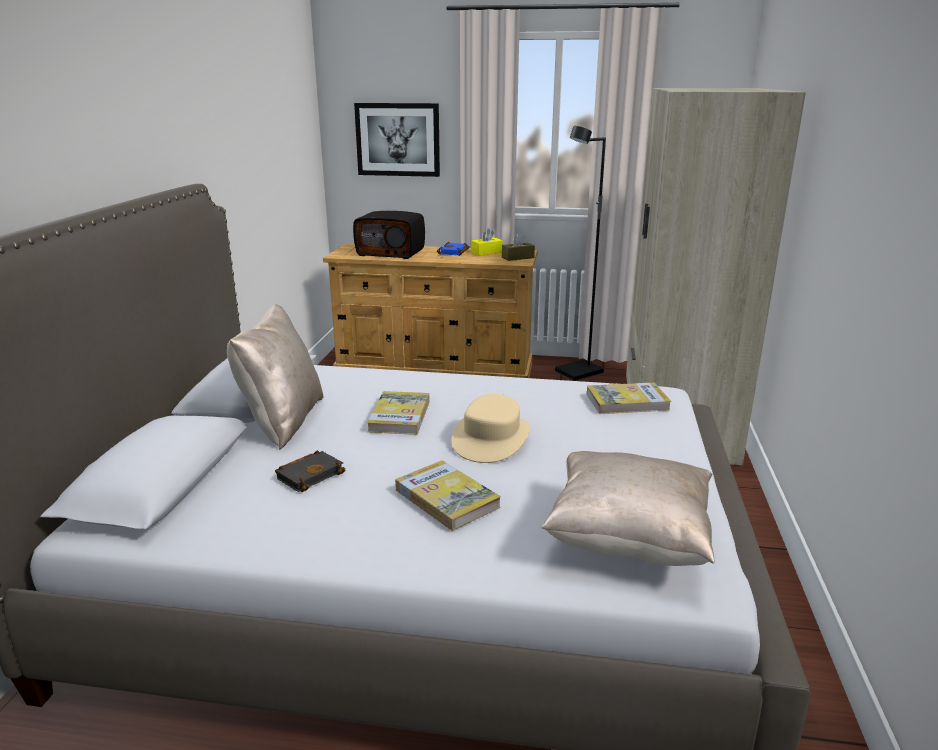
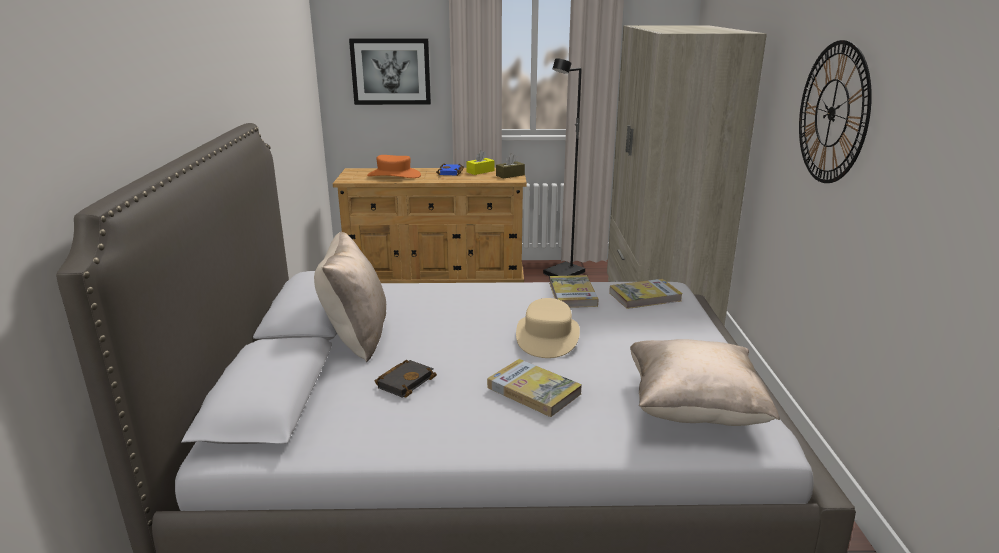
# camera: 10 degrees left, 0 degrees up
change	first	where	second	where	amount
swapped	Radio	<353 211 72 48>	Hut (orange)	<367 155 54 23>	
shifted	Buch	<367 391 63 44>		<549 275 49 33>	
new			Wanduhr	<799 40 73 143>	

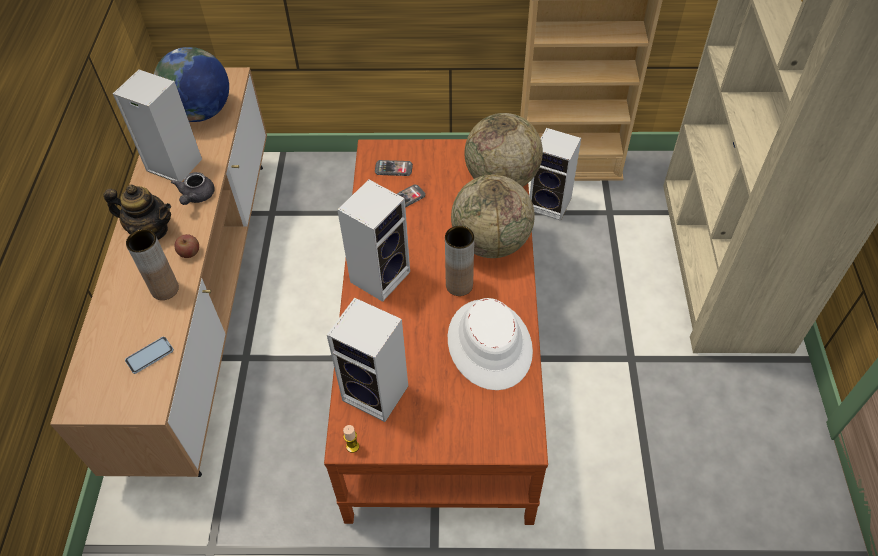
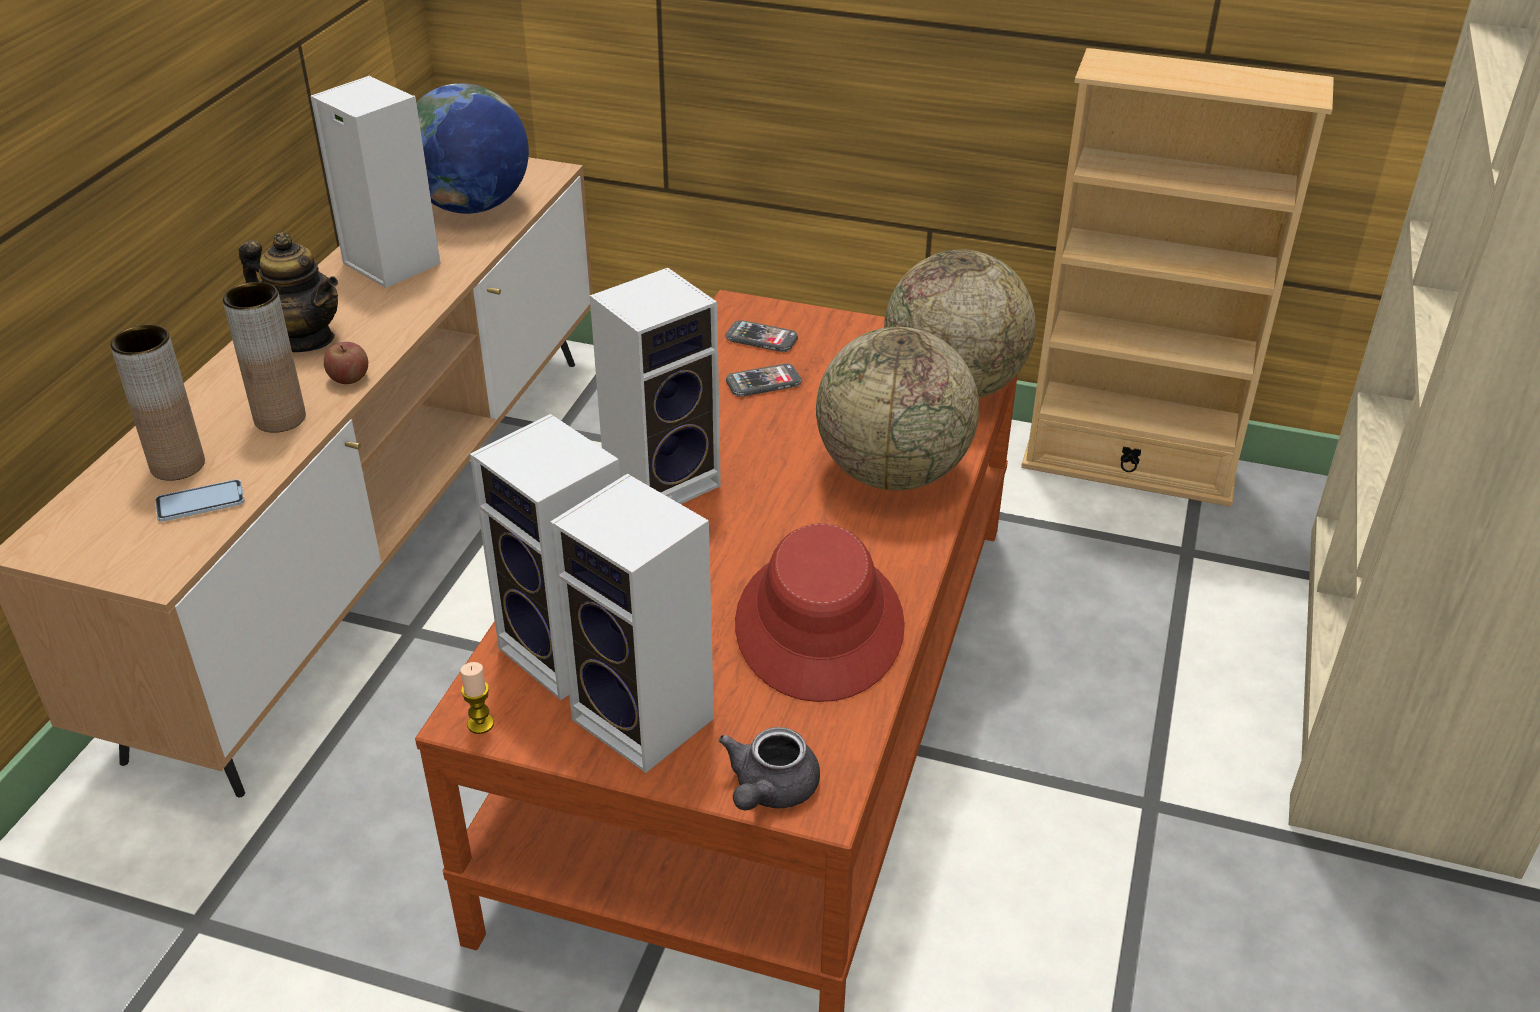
# camera: 15 degrees right, 15 degrees down
change	first	where	second	where	amount
shifted	Teekanne (grau)	<171 172 44 33>		<718 727 102 84>	
shifted	Vase (braun)	<445 226 29 70>		<110 325 95 156>	
repainted	Hut (weiß)	<448 298 85 92>	Hut (rot)	<735 523 170 179>	
shifted	Lautsprecher	<530 128 51 93>		<550 473 164 300>	

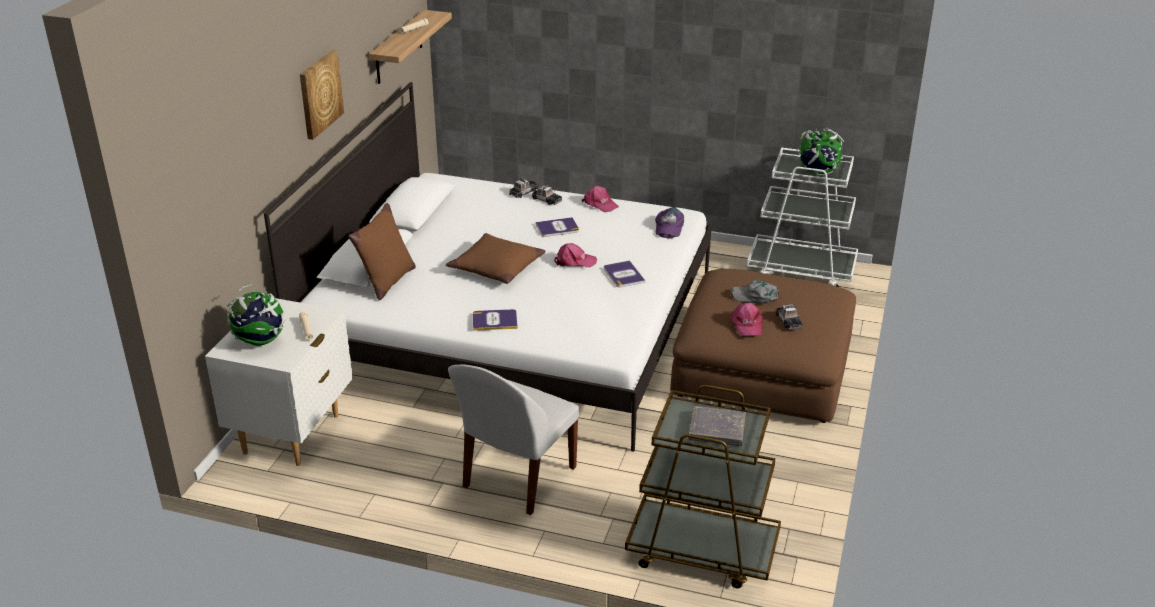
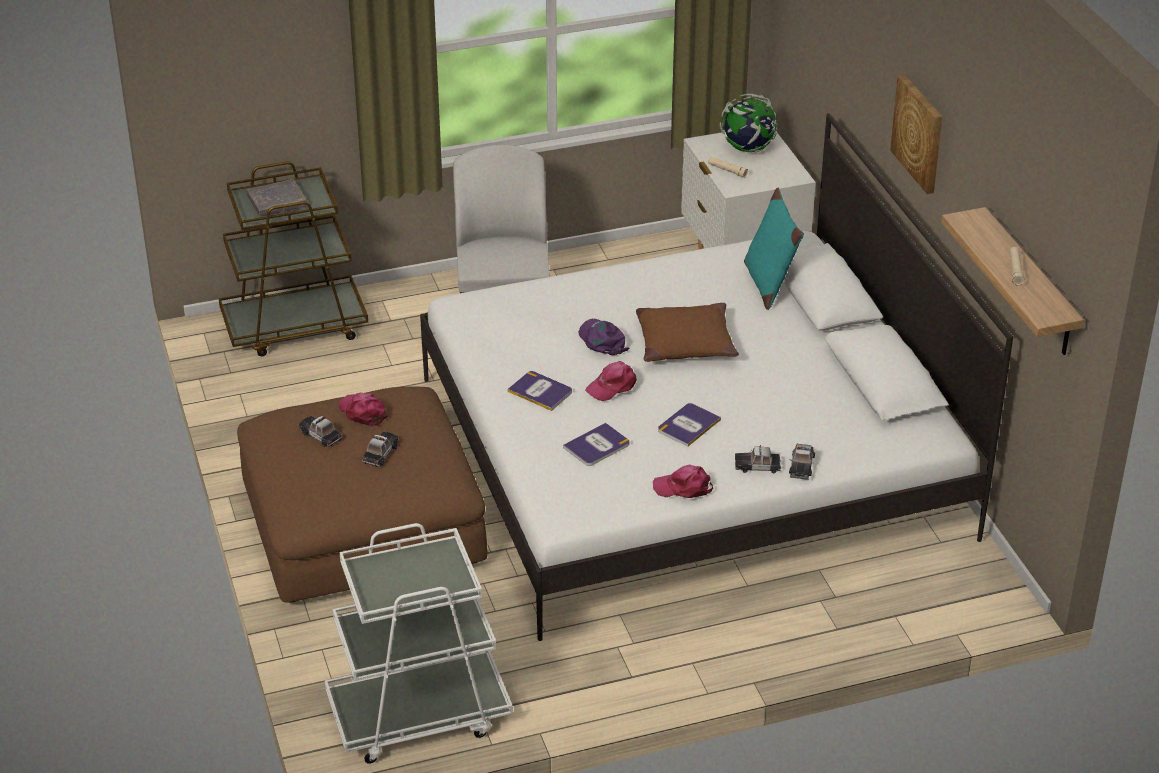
# camera: 145 degrees right, 5 degrees up
change	first	where	second	where	amount
repainted	Kissen (braun)	<348 203 68 97>	Kissen (türkis)	<744 187 60 123>	
shifted	Buch	<473 309 45 22>		<563 423 67 43>	
shifted	Kappe (lila)	<655 207 29 32>		<579 319 50 36>	
swapped	Kappe (grau)	<731 280 48 24>	Spielzeugauto	<362 432 37 35>	
gone	Globus	<796 128 48 48>			

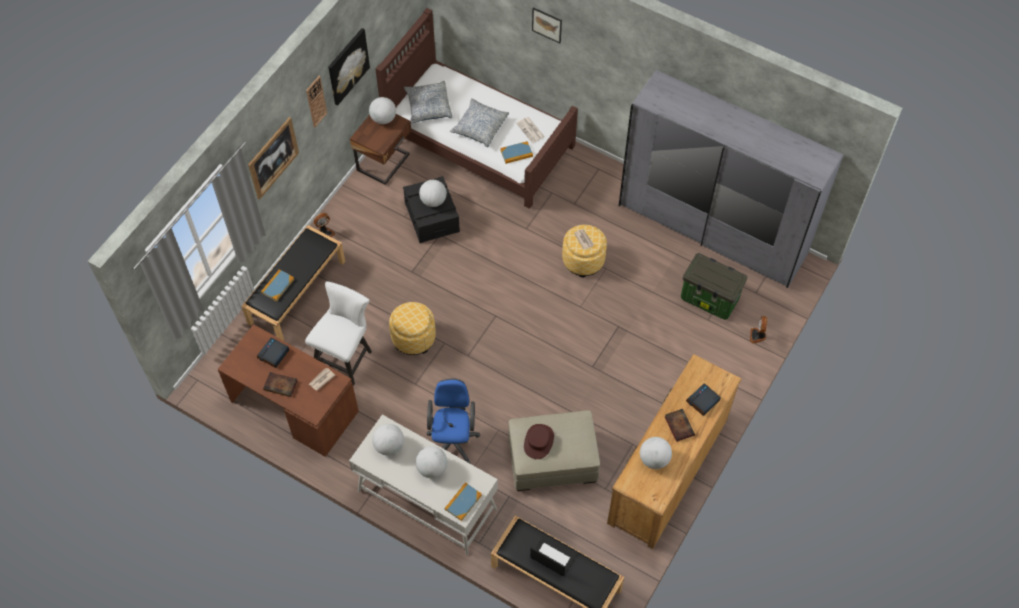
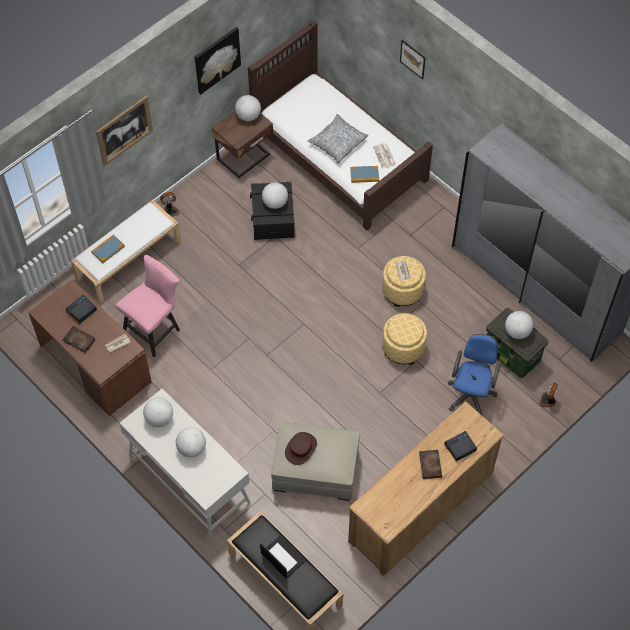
# camera: 15 degrees right, 0 degrees up
change	first	where	second	where	amount
repainted	Bank (schwarz)	<241 225 104 115>	Bank (weiß)	<71 200 110 103>	
repainted	Stuhl (weiß)	<305 281 67 105>	Stuhl (rosa)	<115 255 65 102>	
gone	Wanduhr	<306 76 21 51>			
shifted	Polsterhocker	<389 302 47 53>		<382 313 45 52>	
gone	Kissen	<404 81 48 42>			
shifted	Bürostuhl (blau)	<427 378 53 85>		<448 334 53 81>	
gone	Buch	<444 482 38 39>			
shifted	Globus	<640 437 32 32>		<505 311 29 28>	

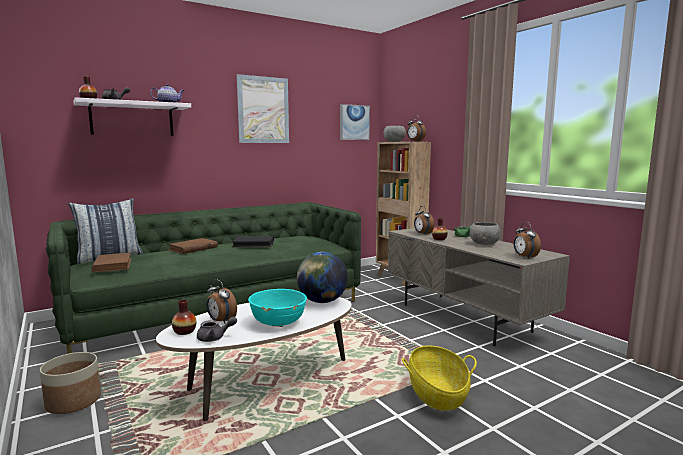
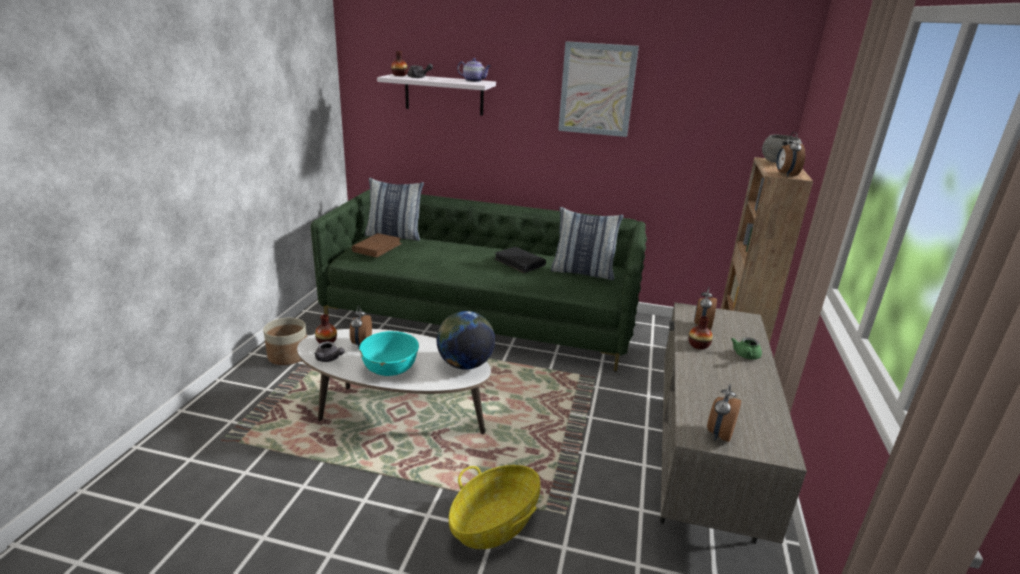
# camera: 45 degrees right, 15 degrees up
change	first	where	second	where	amount
gone	Buch (braun)	<168 238 50 16>			
gone	Bild	<340 104 30 36>			
gone	Schüssel (grau)	<470 222 31 23>			
new			Kissen	<551 207 73 73>	

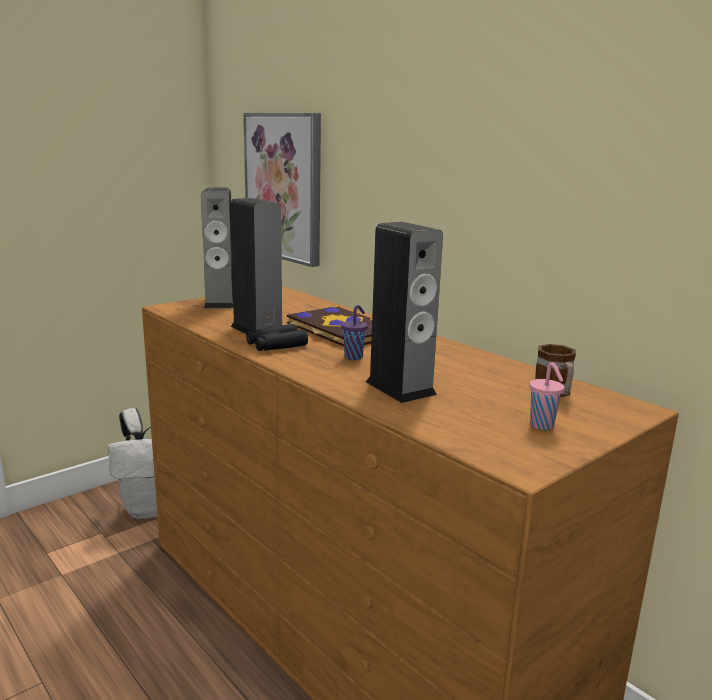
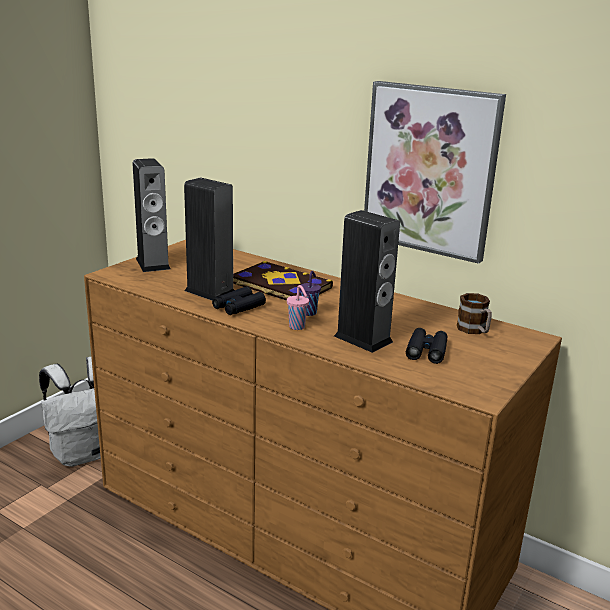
# camera: 15 degrees left, 5 degrees up
change	first	where	second	where	amount
shifted	Bild	<243 113 78 154>		<364 81 142 183>	
shifted	Tasse (rosa)	<529 363 35 67>		<287 285 22 45>	
new			Fernglas (schwarz)	<406 328 41 36>	

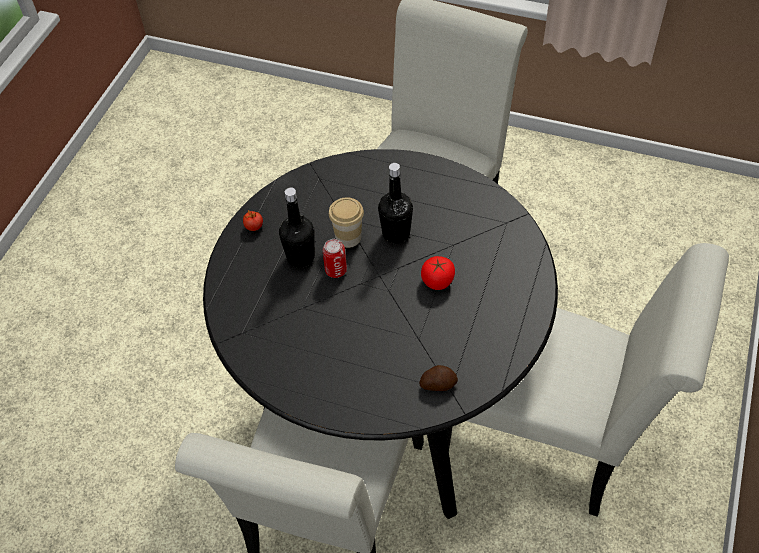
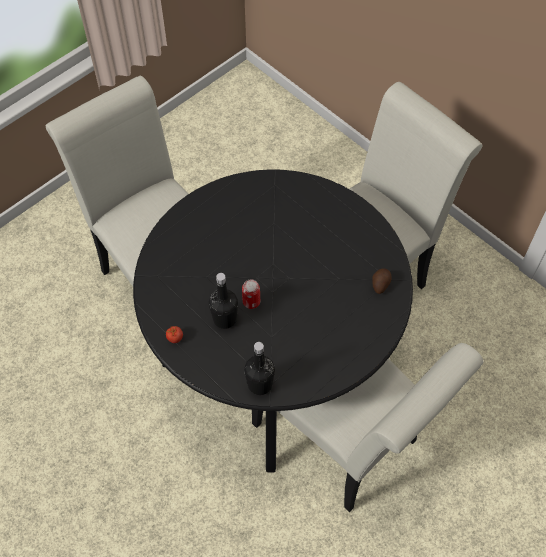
# camera: 65 degrees left, 5 degrees up
change	first	where	second	where	amount
gone	Tasse	<329 197 35 51>			
shifted	Flasche (schwarz)	<378 163 35 80>		<244 342 31 53>	
gone	Tomate	<421 256 34 34>			

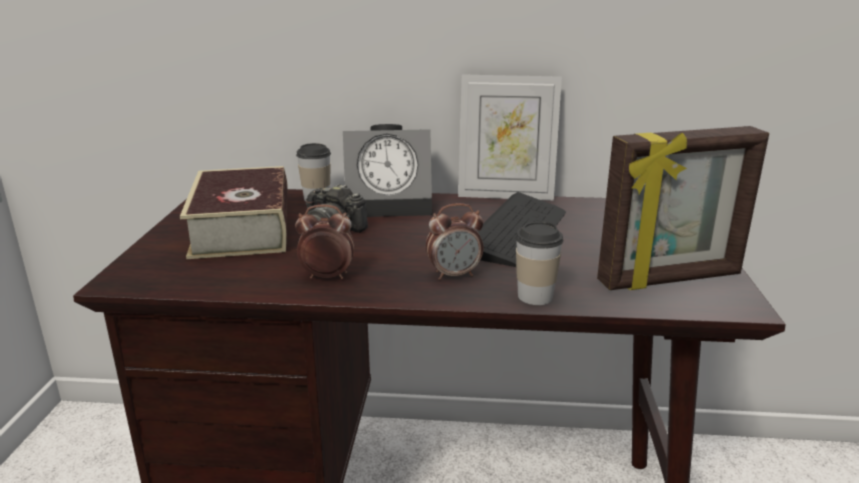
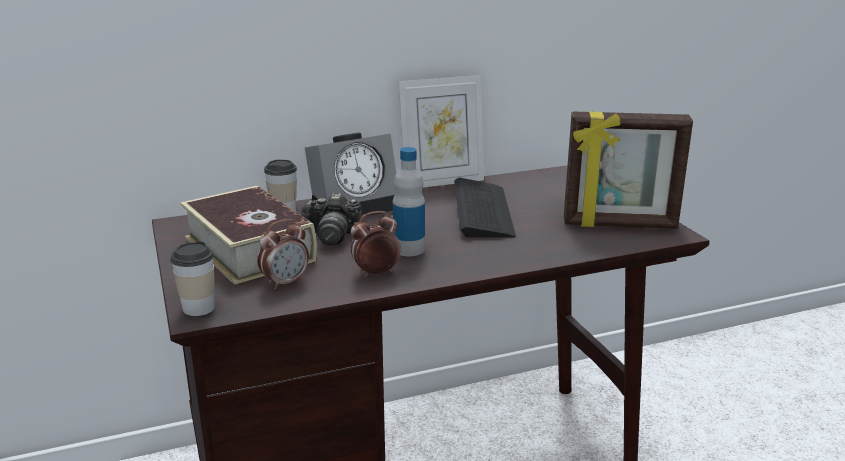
# camera: 25 degrees left, 0 degrees up
change	first	where	second	where	amount
shifted	Wecker	<426 203 57 77>		<257 219 52 71>	
shifted	Tasse	<515 222 48 83>		<170 241 45 75>	
rotated	Bilderrahmen	<597 126 172 164>		<564 112 129 117>	45 degrees clockwise
new			Flasche	<393 147 32 109>	

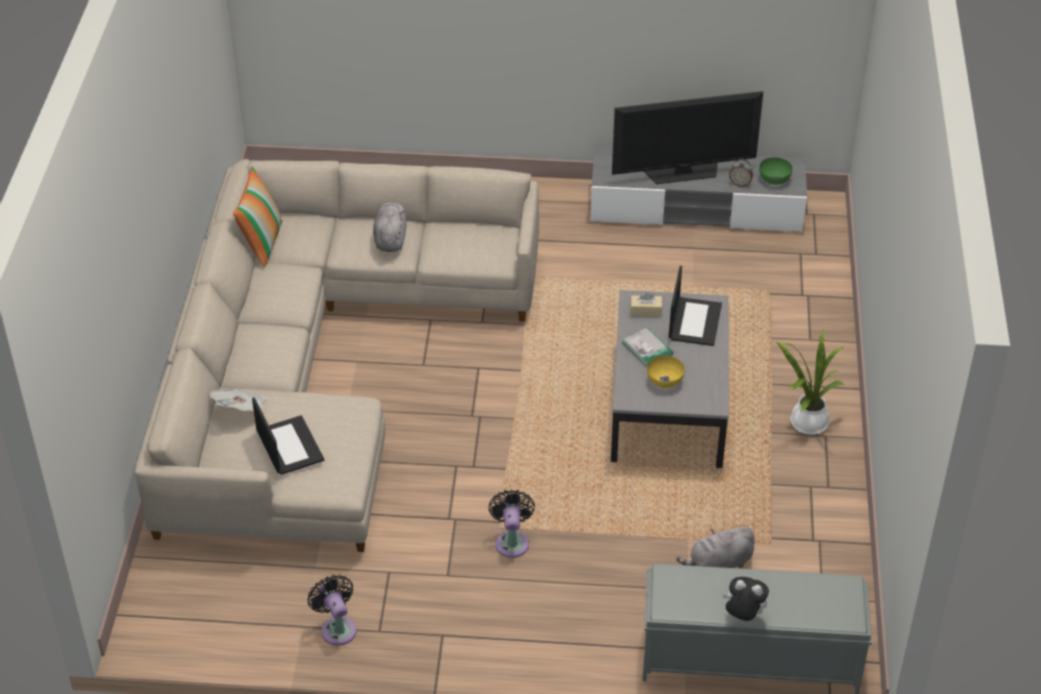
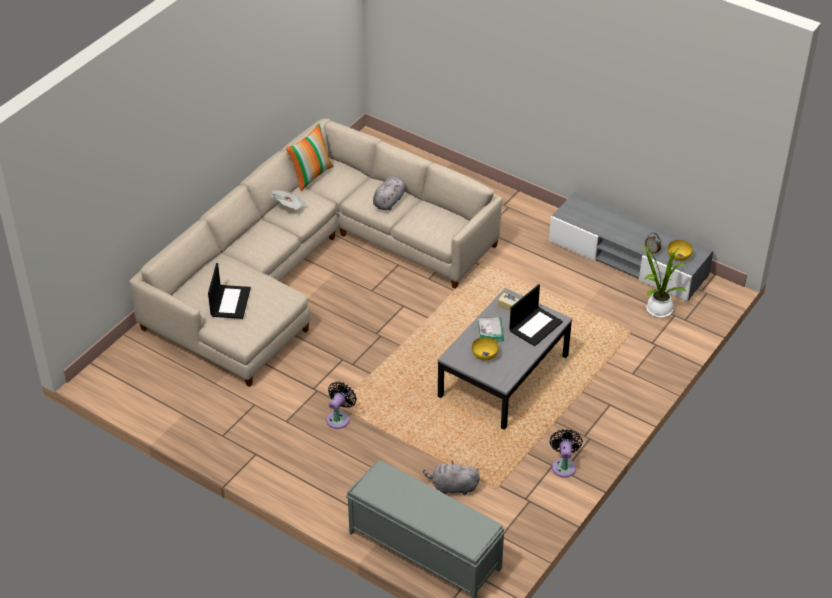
# camera: 30 degrees right, 0 degrees up
change	first	where	second	where	amount
shifted	Zeitung	<209 389 58 22>		<271 190 38 20>	
shifted	Ventilator (schwarz)	<308 575 49 71>		<550 429 33 49>	
gone	Fernseher	<612 91 151 93>			
gone	Plüschtier	<723 577 46 44>			
repainted	Schüssel (grün)	<759 157 33 28>	Schüssel (gelb)	<668 240 25 21>	
shifted	Topfpflanze	<777 329 68 106>		<639 244 48 74>	

